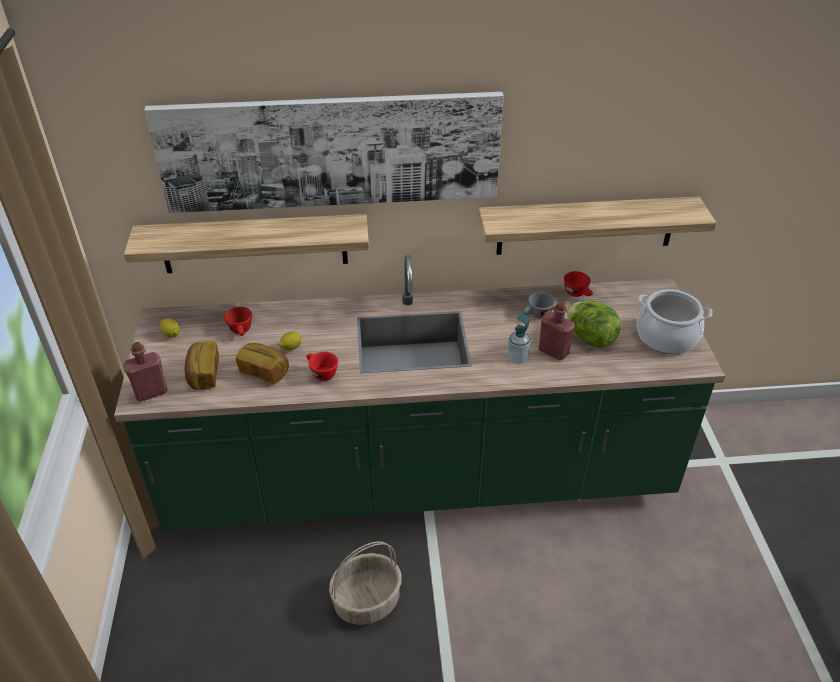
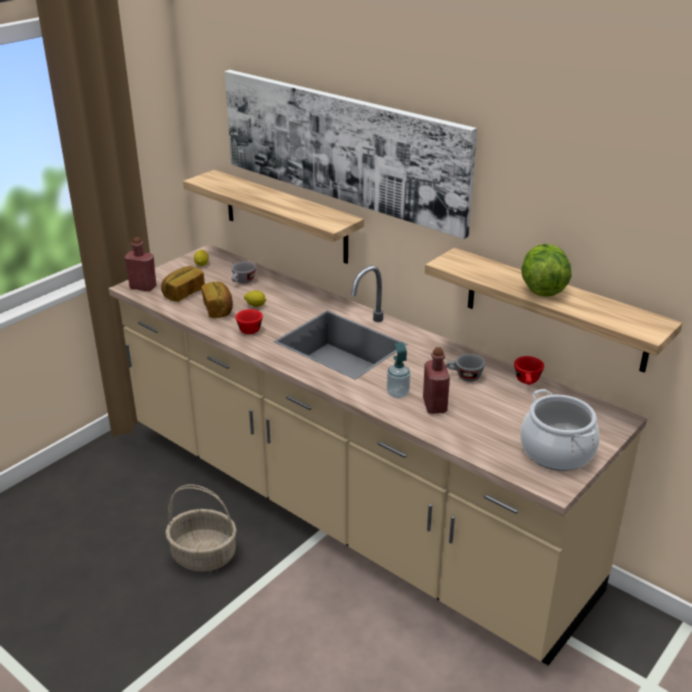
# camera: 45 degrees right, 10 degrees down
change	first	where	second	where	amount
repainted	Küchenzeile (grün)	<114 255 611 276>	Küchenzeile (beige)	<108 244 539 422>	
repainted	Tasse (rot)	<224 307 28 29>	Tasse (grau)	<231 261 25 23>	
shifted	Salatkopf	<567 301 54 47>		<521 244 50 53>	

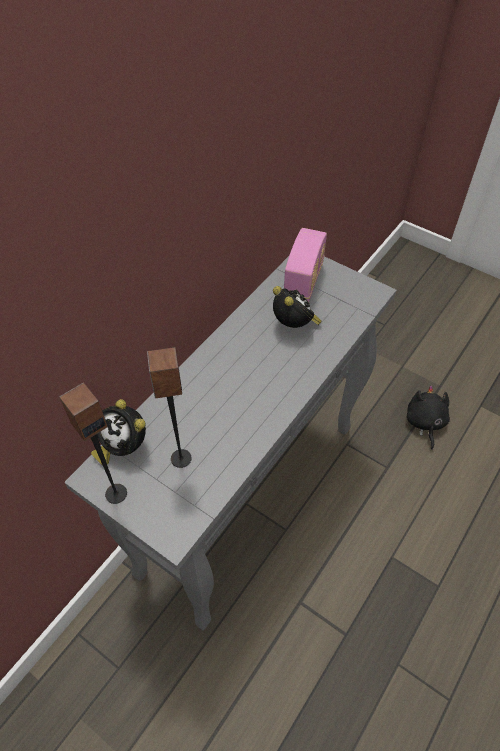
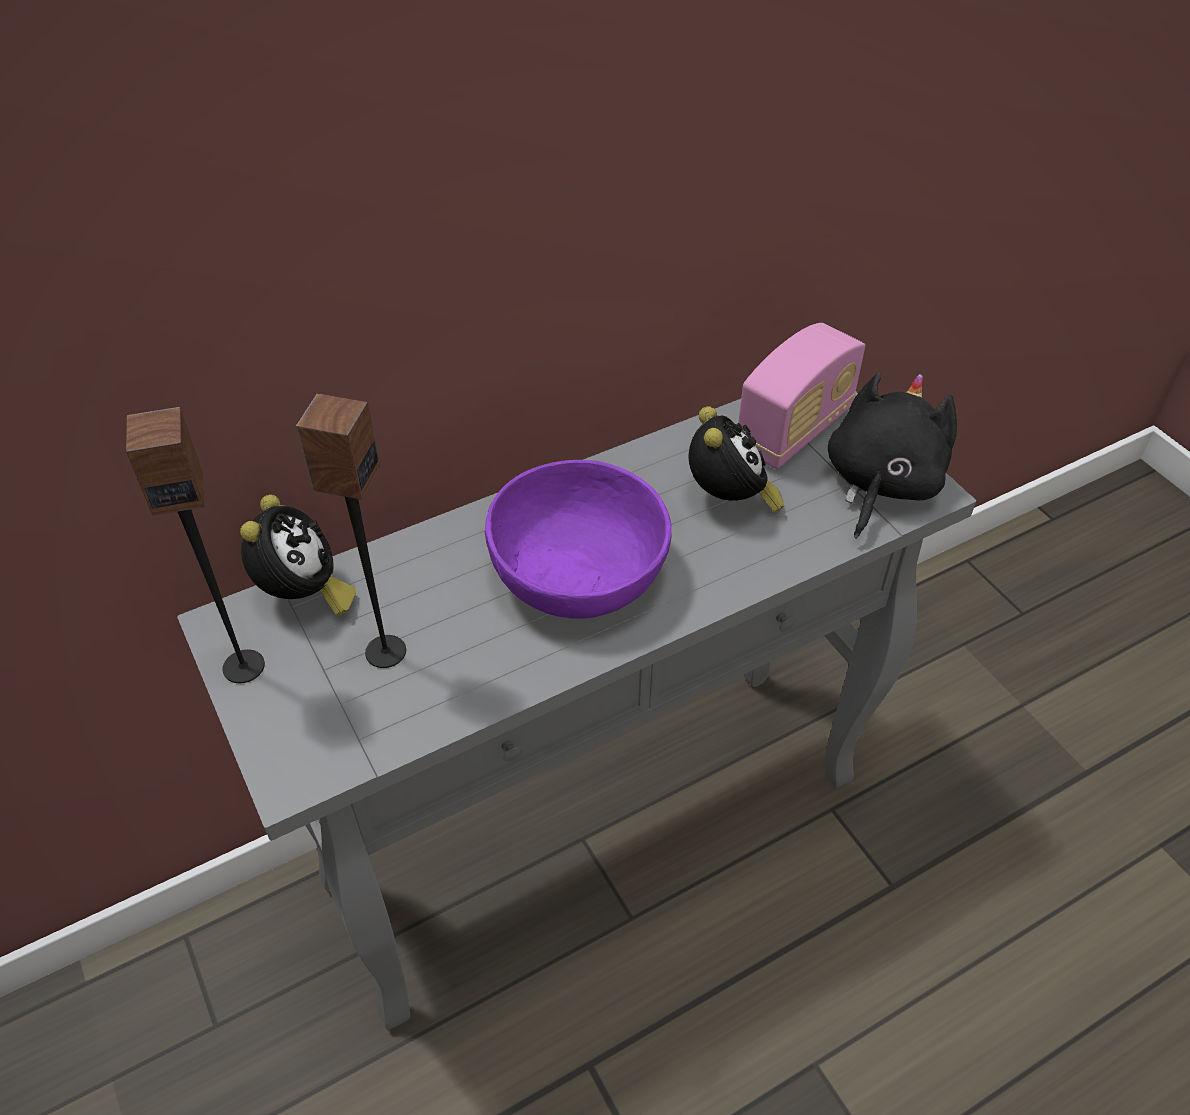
# camera: 25 degrees right, 5 degrees down
change	first	where	second	where	amount
rotated	Wecker	<91 399 55 66>		<240 494 116 122>	150 degrees counterclockwise
shifted	Plüschtier (schwarz)	<407 385 43 65>		<828 373 129 166>	
new			Schüssel (lila)	<485 460 187 159>	

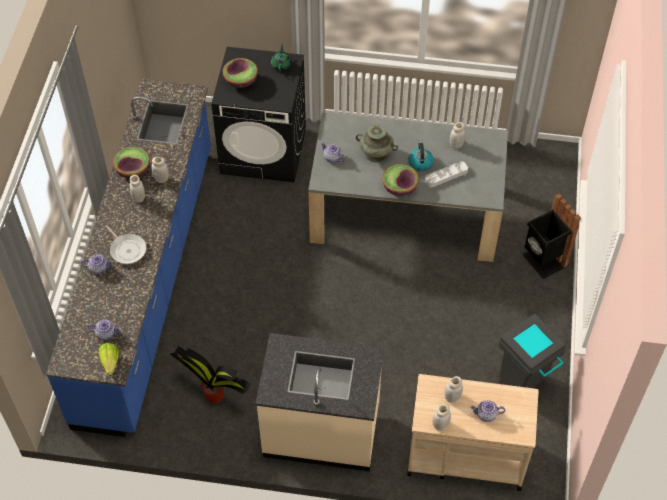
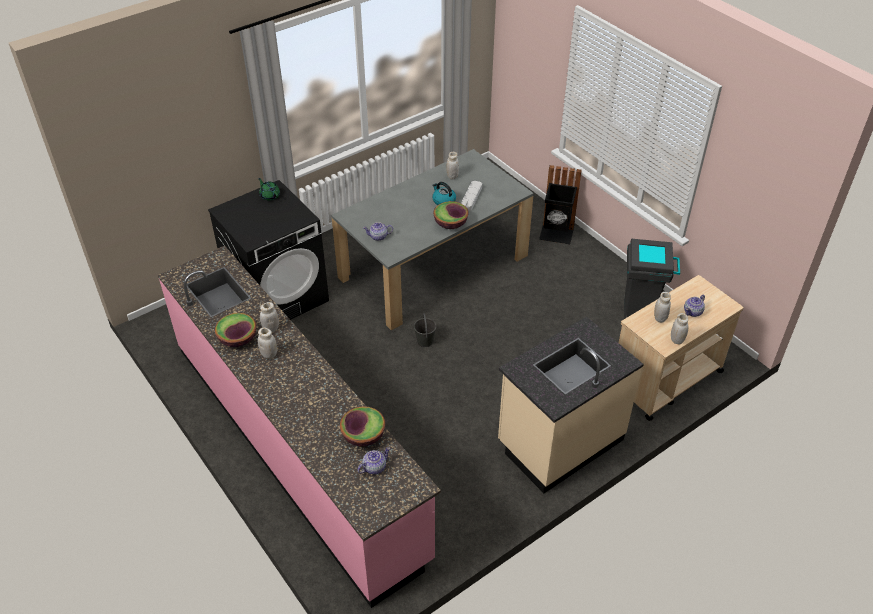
# camera: 45 degrees left, 10 degrees down
change	first	where	second	where	amount
repainted	Küchenzeile (blau)	<46 79 165 358>	Küchenzeile (rosa)	<158 246 283 362>	
gone	Teekanne	<81 254 32 21>			
gone	Salatkopf	<99 343 20 32>			
gone	Pfanne	<106 225 41 39>			
gone	Topfpflanze	<170 346 81 57>			
shifted	Schüssel	<223 58 35 30>		<340 406 45 41>	
gone	Vase (türkis)	<356 125 42 38>			
new			Eimer (grau)	<414 313 22 34>	

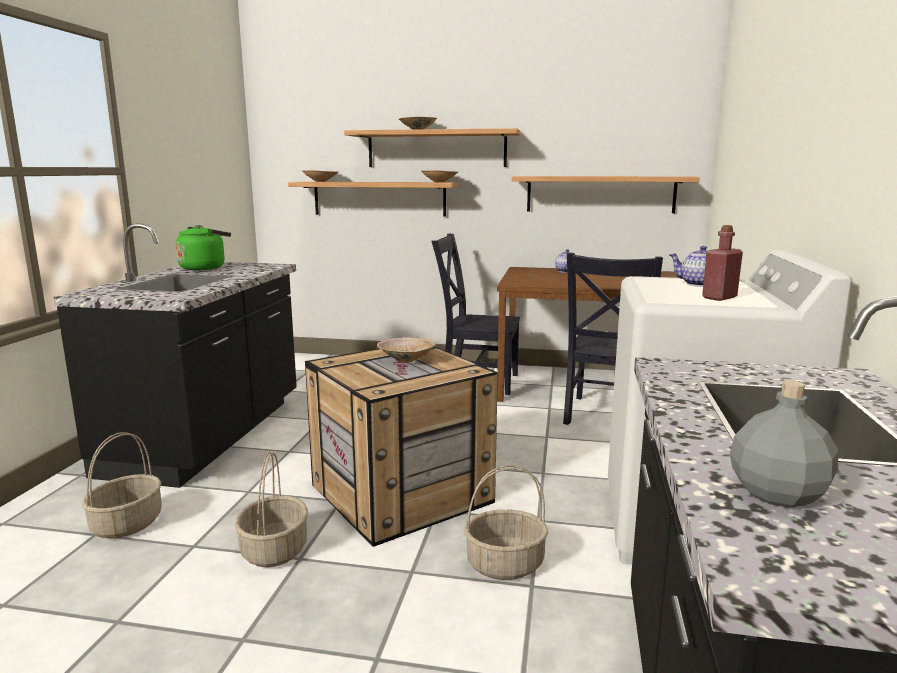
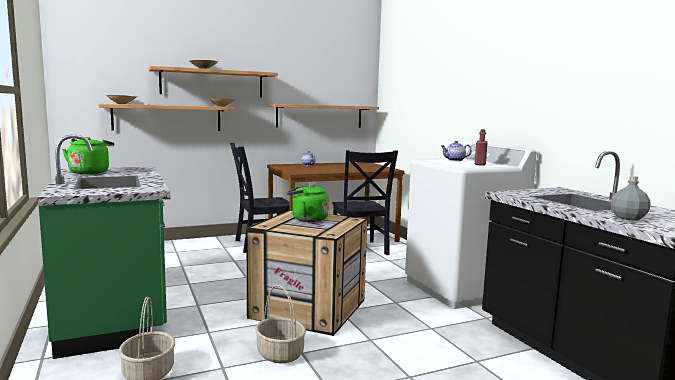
# camera: 35 degrees left, 5 degrees down
change	first	where	second	where	amount
repainted	Küchenzeile (schwarz)	<54 223 243 265>	Küchenzeile (grün)	<38 135 132 224>	
swapped	Schüssel (beige)	<377 337 59 26>	Wasserkessel (grün)	<287 184 42 38>	
gone	Korb	<464 465 84 115>			

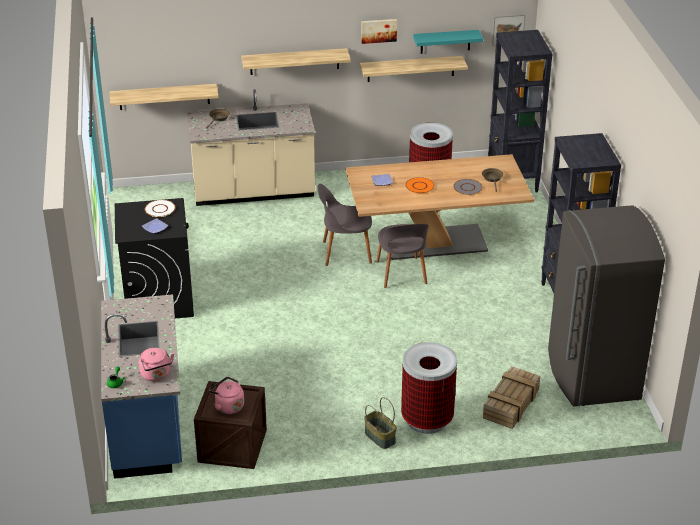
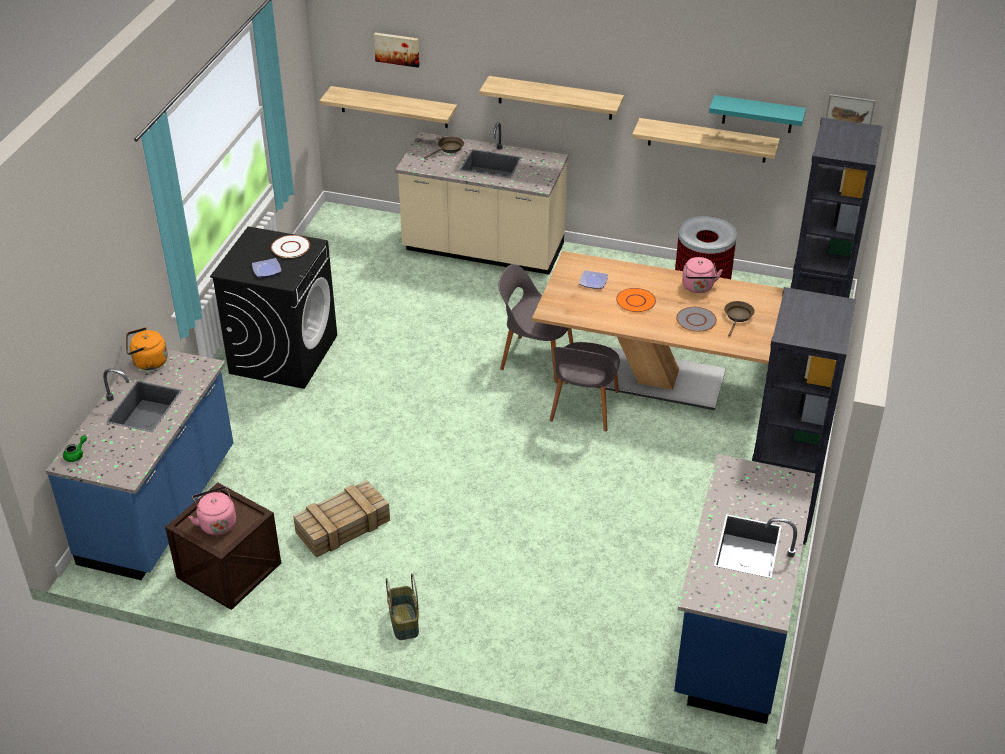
# camera: 25 degrees right, 5 degrees up
change	first	where	second	where	amount
shifted	Wasserkessel (rosa)	<139 348 35 33>		<682 257 41 36>	
shifted	Bild	<361 19 36 25>		<374 32 46 36>	
gone	Mülleimer	<401 342 56 92>			
shifted	Kiste	<483 366 57 63>		<293 480 97 77>	
swapped	Kühlschrank (grau)	<548 205 117 201>	Küchenzeile (blau)	<674 454 141 270>	
new			Wasserkessel (orange)	<126 327 42 43>	

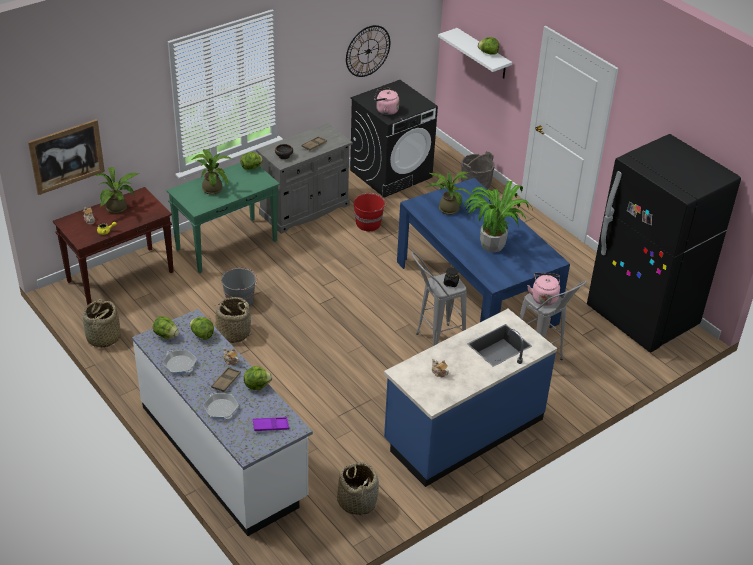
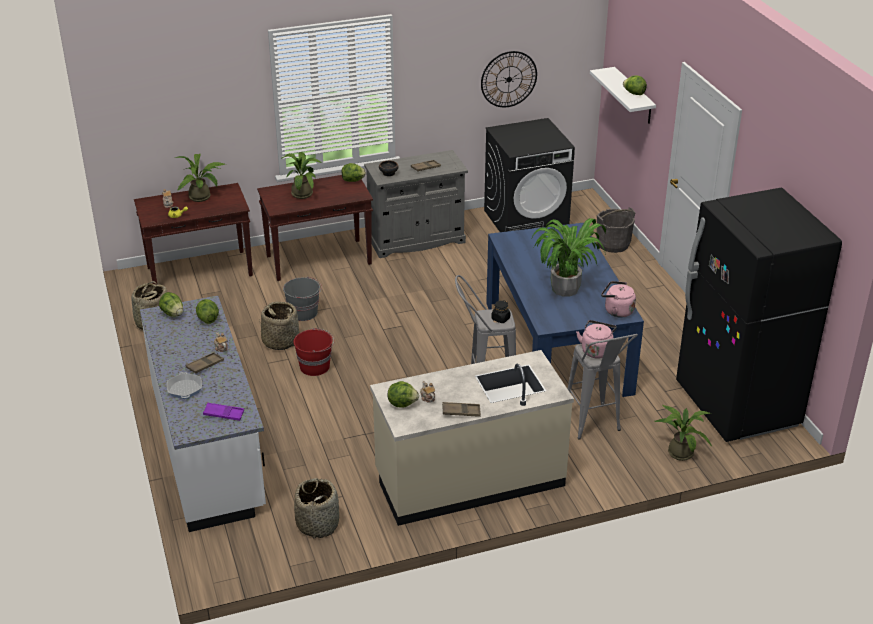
# camera: 20 degrees right, 5 degrees down
change	first	where	second	where	amount
gone	Bild	<28 119 77 76>			
gone	Pfanne	<162 350 35 24>			
repainted	Konsolentisch (grün)	<166 162 114 111>	Konsolentisch (braun)	<257 175 116 106>	
shifted	Salatkopf	<244 366 28 24>		<388 381 31 27>	
shifted	Eimer (rot)	<354 193 33 38>		<294 328 40 48>	
shifted	Wasserkessel (rosa)	<374 88 25 27>		<601 281 35 37>	
repainted	Küchenzeile (blau)	<384 309 173 178>	Küchenzeile (beige)	<370 350 204 176>	
shifted	Topfpflanze	<426 172 46 43>		<654 404 58 57>	
new			Tablett (braun)	<442 402 39 15>	

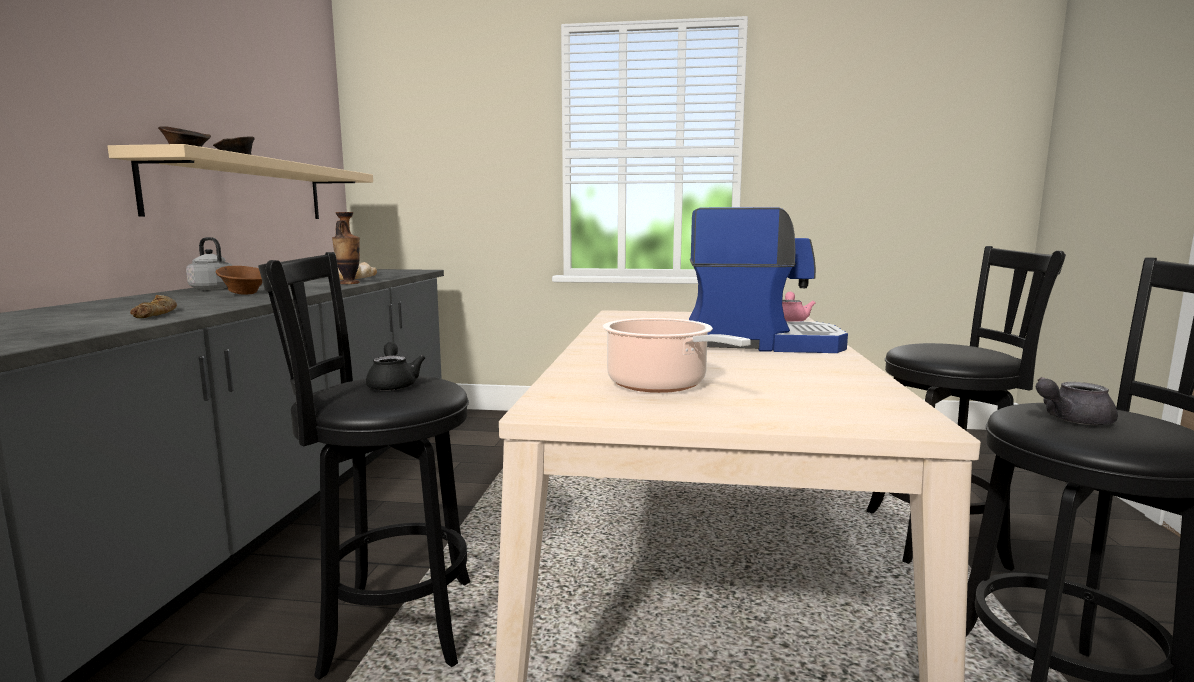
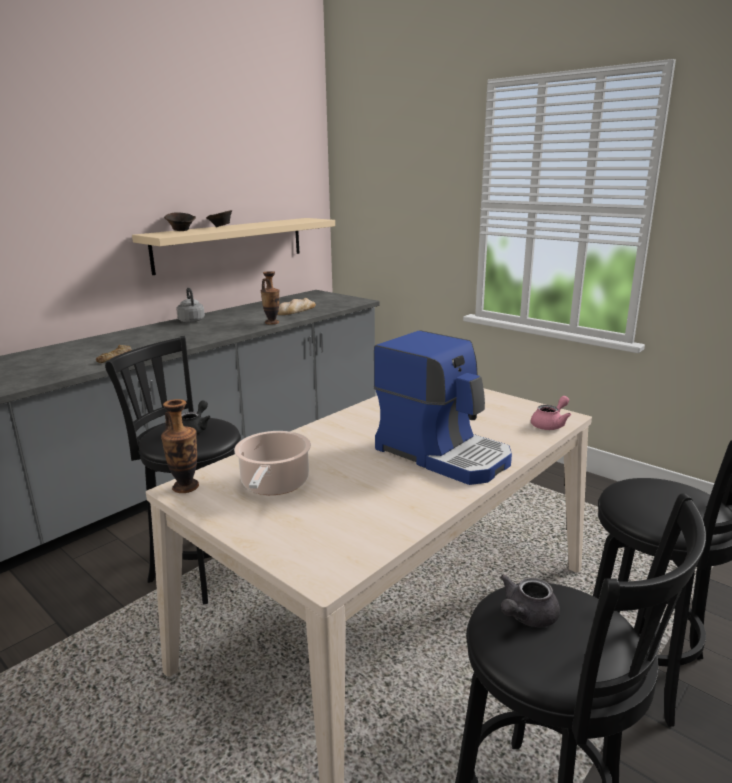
# camera: 35 degrees right, 10 degrees up
change	first	where	second	where	amount
gone	Schüssel (braun)	<216 266 47 29>			
rotated	Teekanne (grau)	<1036 377 82 48>		<500 574 60 53>	60 degrees counterclockwise
new			Vase	<161 399 38 94>	

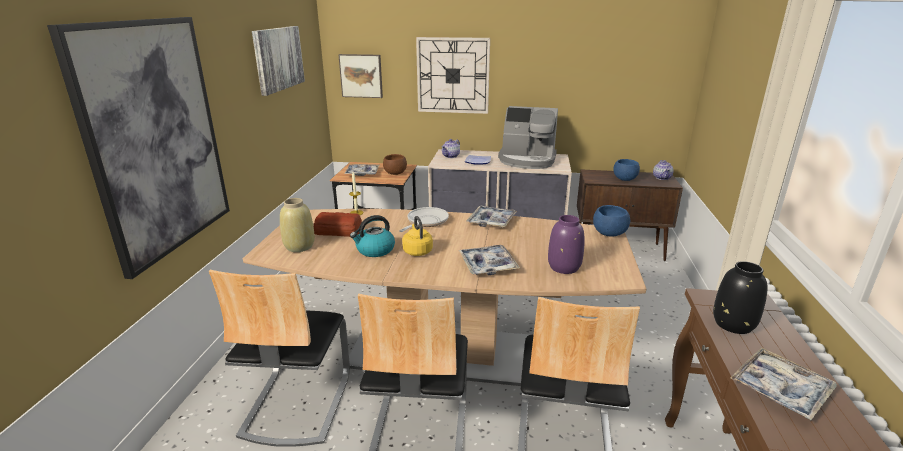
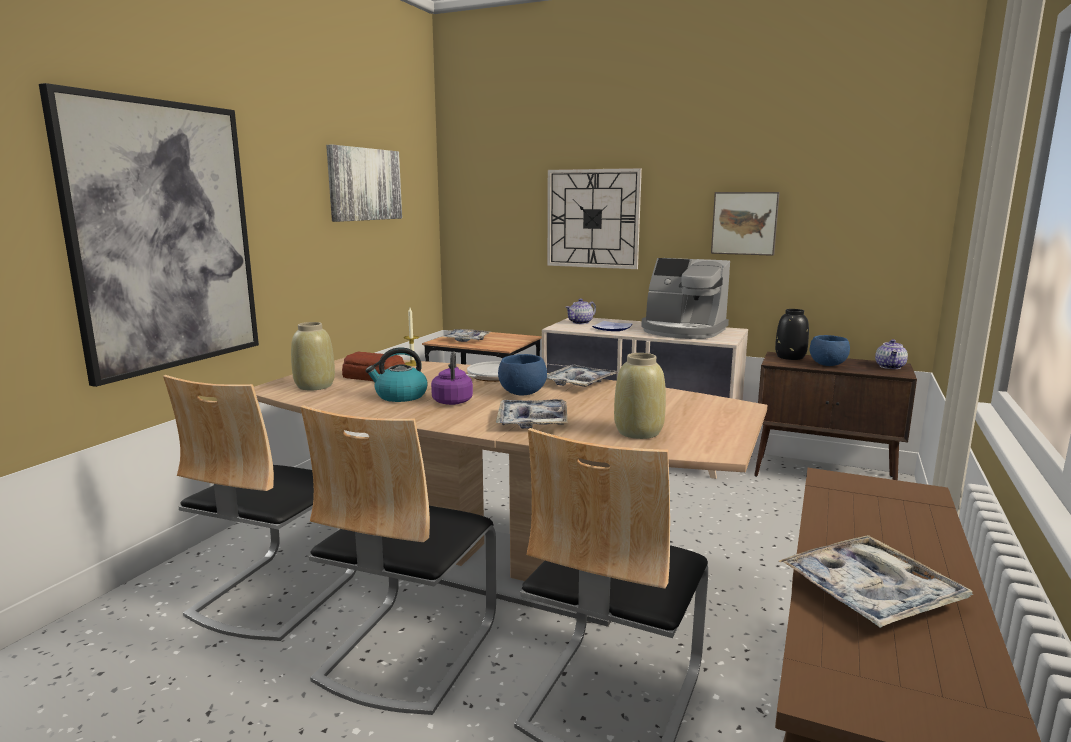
# camera: 15 degrees right, 10 degrees down
change	first	where	second	where	amount
shifted	Bild	<339 54 44 44>		<711 192 69 64>	
gone	Schüssel (braun)	<383 154 24 21>			
repainted	Wasserkessel (gelb)	<402 216 31 40>	Wasserkessel (lila)	<431 351 42 54>	
repainted	Vase (lila)	<548 215 37 59>	Vase (beige)	<614 353 52 86>	
shifted	Schüssel (blau)	<593 205 37 31>		<498 354 49 41>	
shifted	Vase (schwarz)	<713 261 55 73>		<775 309 34 51>	

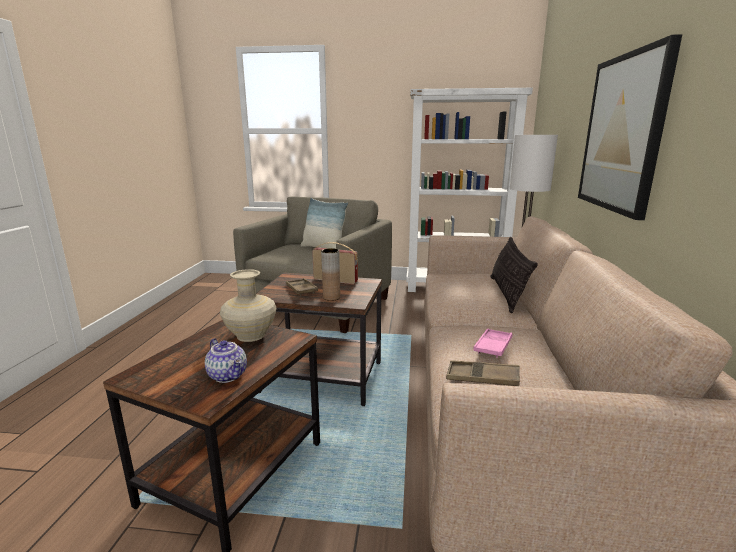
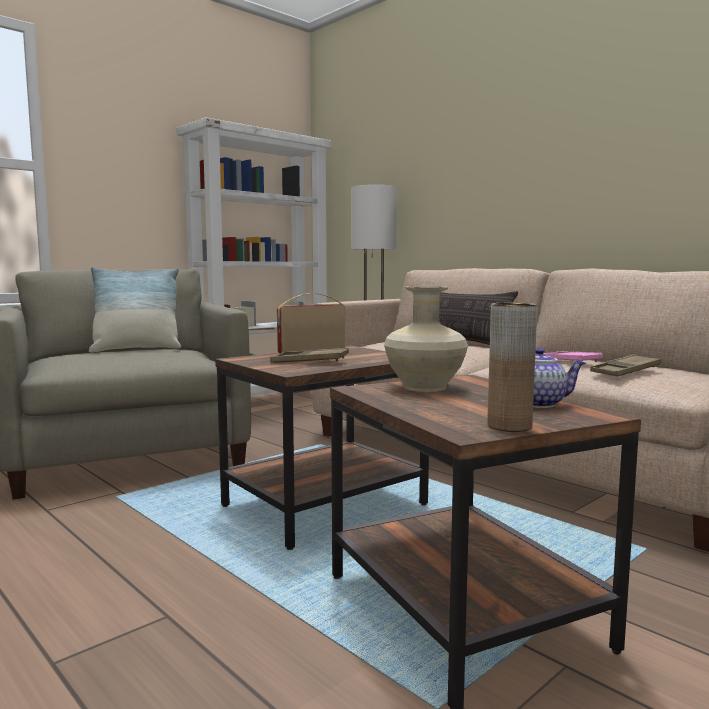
# camera: 50 degrees left, 10 degrees down
change	first	where	second	where	amount
shifted	Vase (braun)	<321 248 19 53>		<487 303 50 129>	
gone	Bild	<578 34 104 186>			

